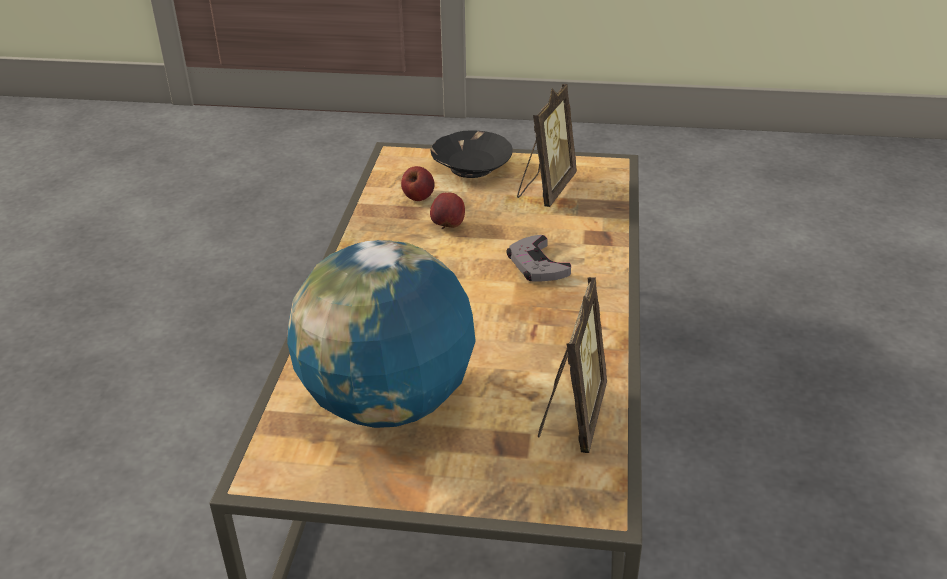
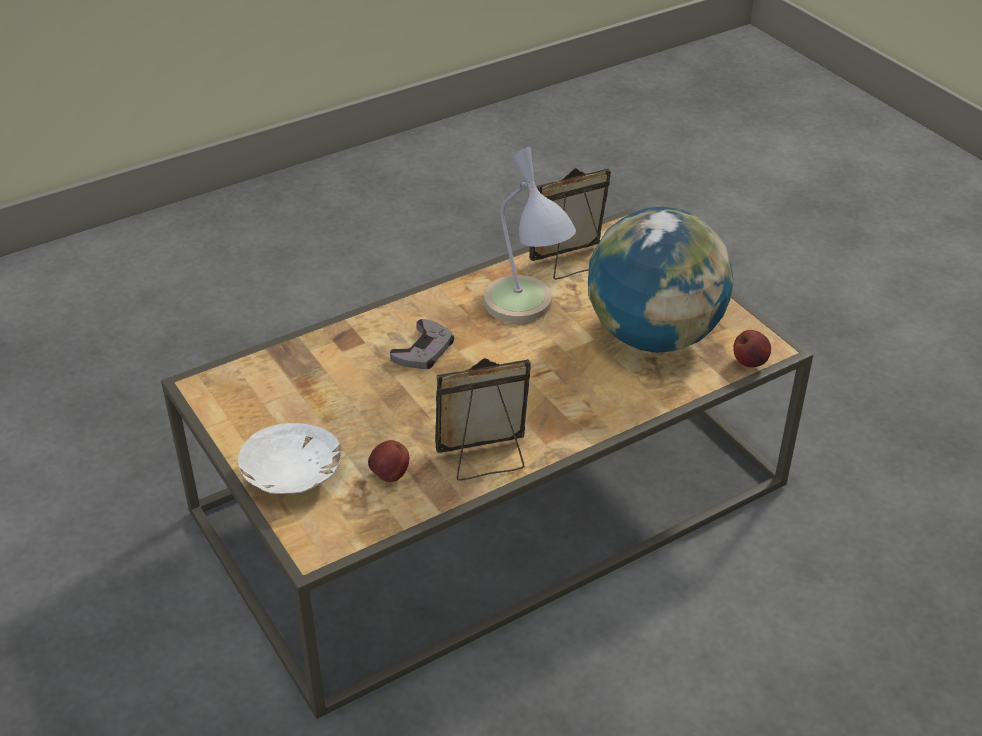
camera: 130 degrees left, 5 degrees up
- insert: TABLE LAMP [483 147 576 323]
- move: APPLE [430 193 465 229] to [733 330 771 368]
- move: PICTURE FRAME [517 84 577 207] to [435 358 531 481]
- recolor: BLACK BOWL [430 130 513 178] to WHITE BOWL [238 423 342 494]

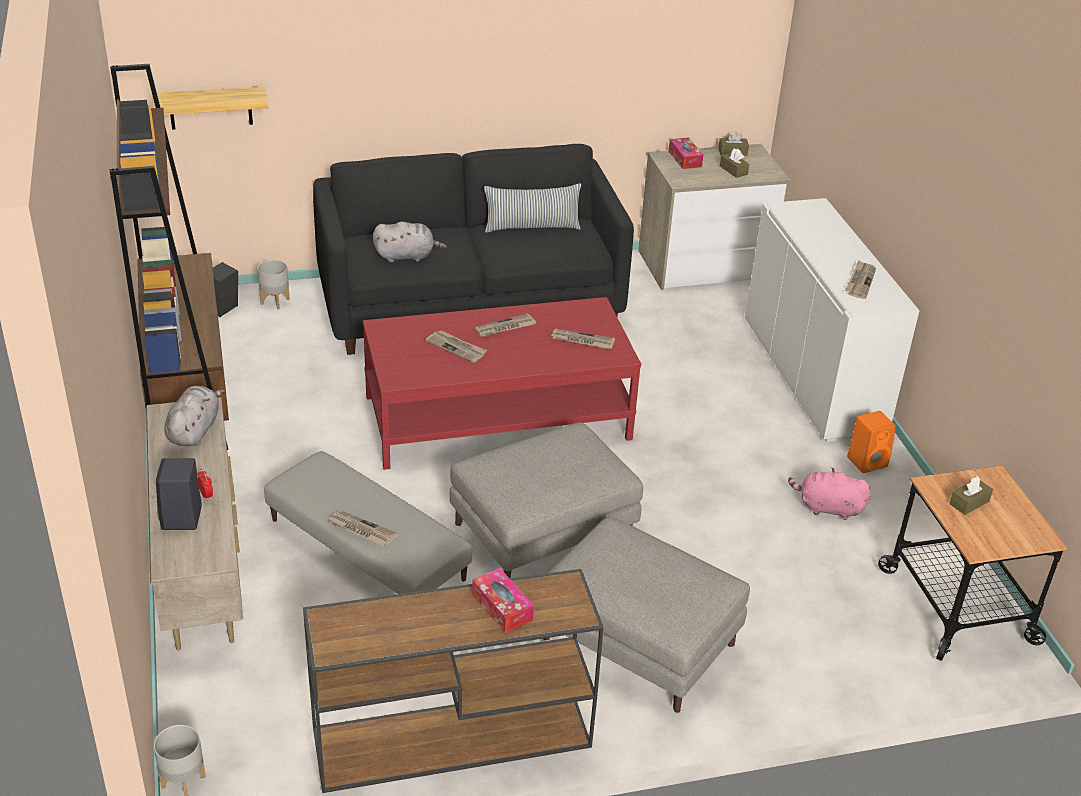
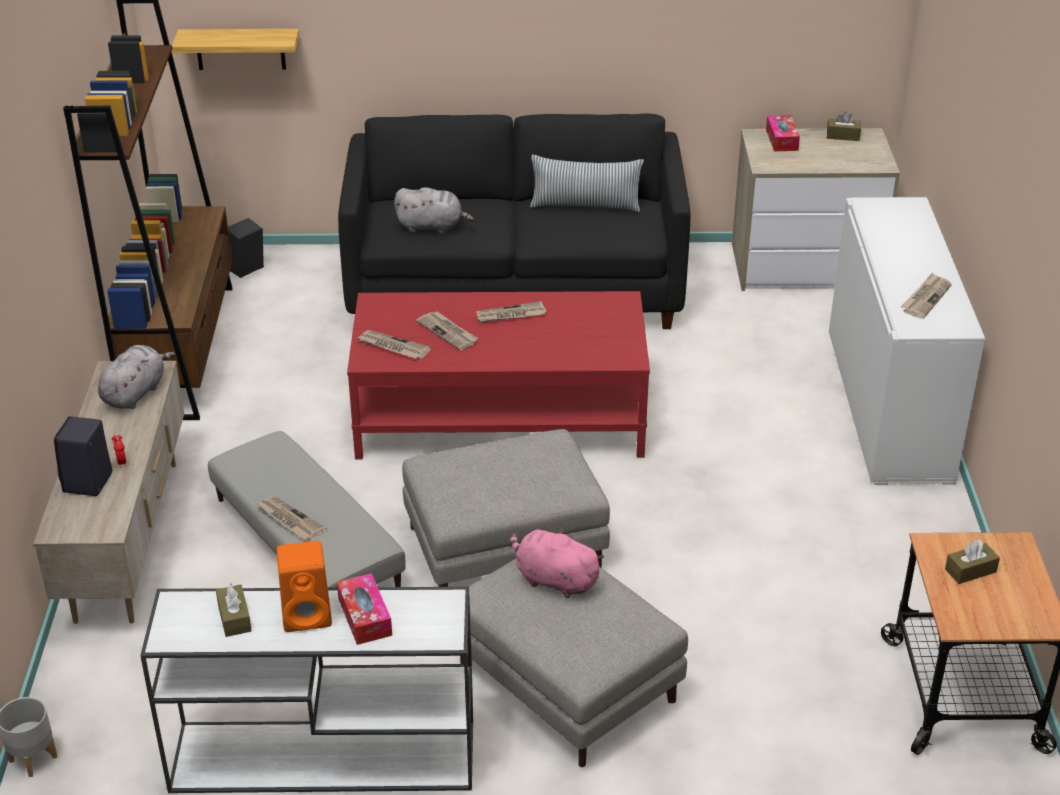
camera: 15 degrees right, 0 degrees up
- delete: GREY PLANTER [257 260 290 309]
- move: NEWSPAPER [550 329 615 349] to [357 330 431 359]
- move: BROWN TISSUE BOX [720 148 749 178] to [216 584 252 637]
- move: PINK PLUSH TOY [788 468 870 520] to [510 527 604 598]
- move: ORANGE SPEAKER [847 411 896 473] to [277 541 332 632]
- recolor: BROWN CONSOLE TABLE [303 569 604 793] to WHITE CONSOLE TABLE [140 587 473 793]

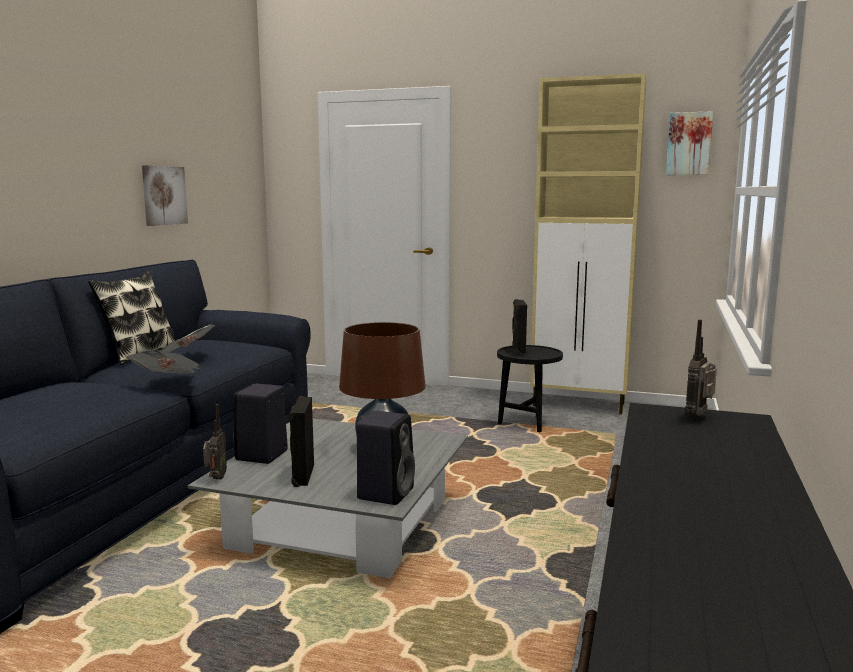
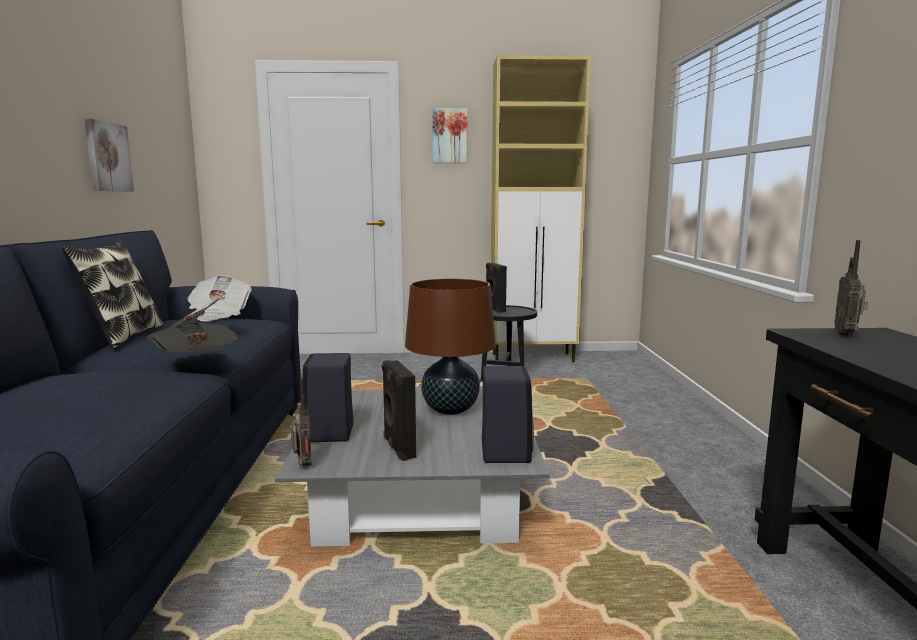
camera: 20 degrees left, 0 degrees up
- insert: NEWSPAPER [187 275 252 321]
- move: PICTURE [666 111 713 175] to [432 108 468 163]

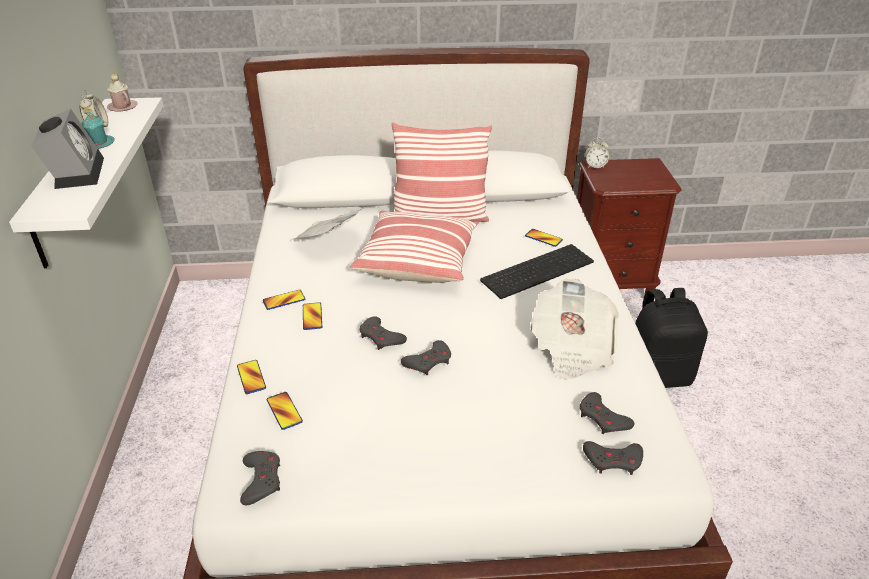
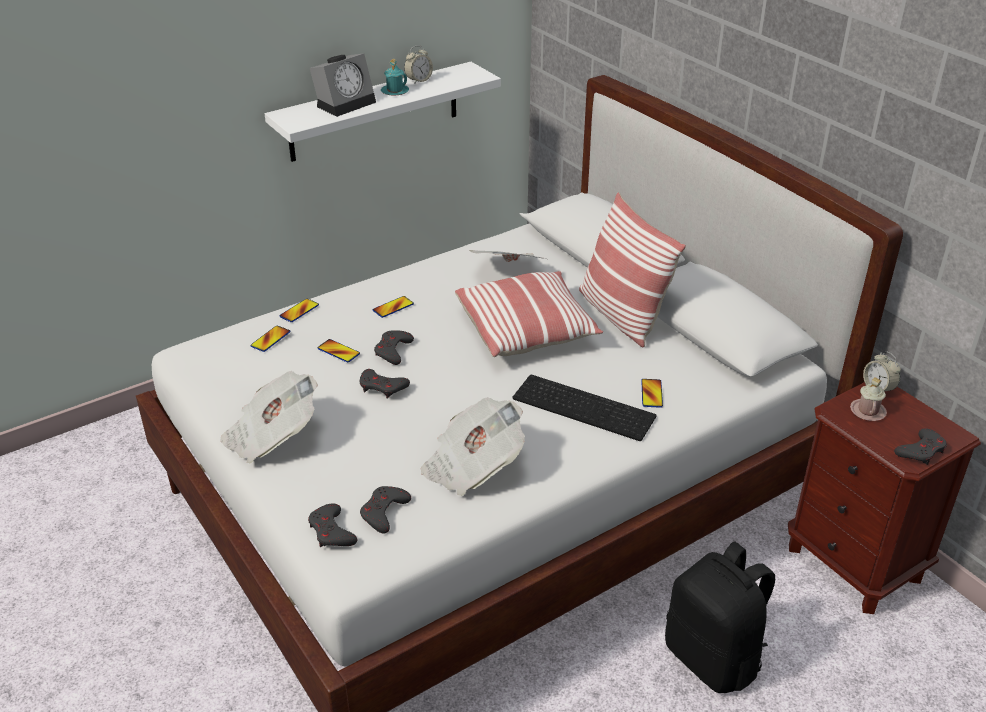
camera: 60 degrees right, 0 degrees up
- insert: NEWSPAPER [220 371 318 464]
- move: PINK MUG [107 74 138 111] to [850 377 887 421]
- move: GREY GAME CONTROLLER [240 451 280 505] to [894 428 947 465]
- move: PHONE [263 290 305 310] to [317 339 360 362]

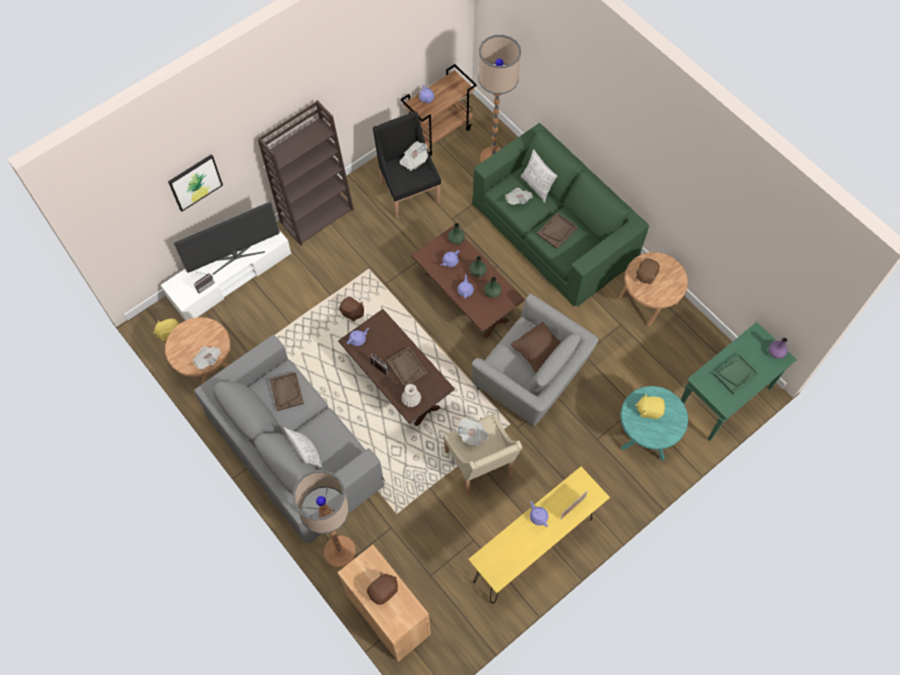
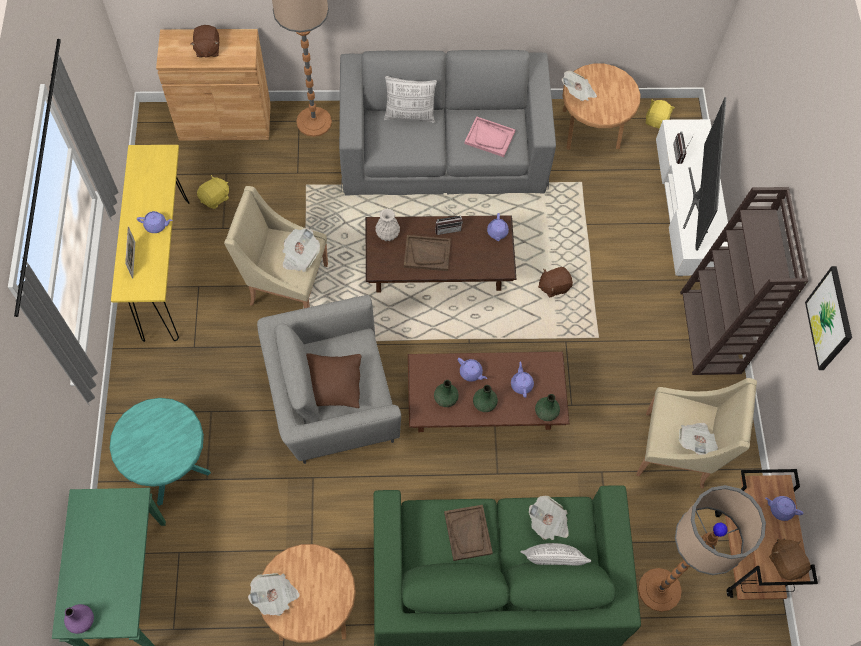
camera: 125 degrees right, 0 degrees up
- delete: GREEN TRAY [713 353 759 394]
- insert: NEWSPAPER [248 573 300 616]
- move: PICTURE [168 154 223 212] to [805 266 852 370]
- move: YELLOW PLUSH TOY [635 393 665 419] to [197 175 229 209]
- move: BROWN PLUSH TOY [636 258 660 284] to [769 539 811 580]
- recolor: BROWN TRAY [269 372 304 411] to PINK TRAY [465 116 515 157]
- recolor: BLACK ARMCHAIR [373 111 441 218] to BEIGE ARMCHAIR [636 378 757 489]

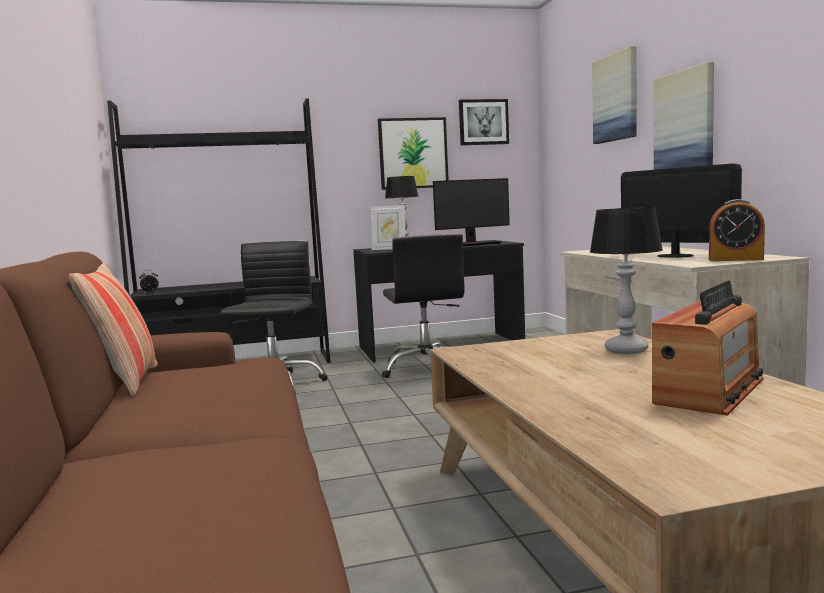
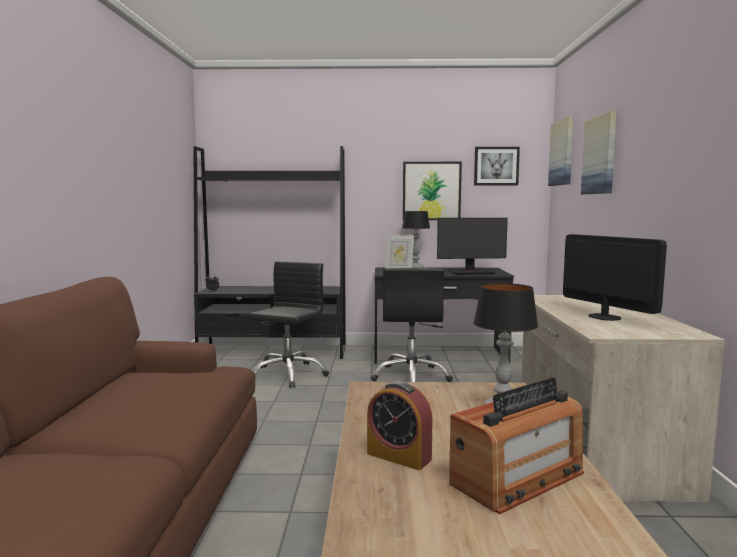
camera: 15 degrees right, 0 degrees up
- delete: PILLOW [69 263 158 396]
- move: PICTURE [654 62 714 170] to [548 117 574 186]
- move: ALARM CLOCK [709 199 765 261] to [367 381 433 470]

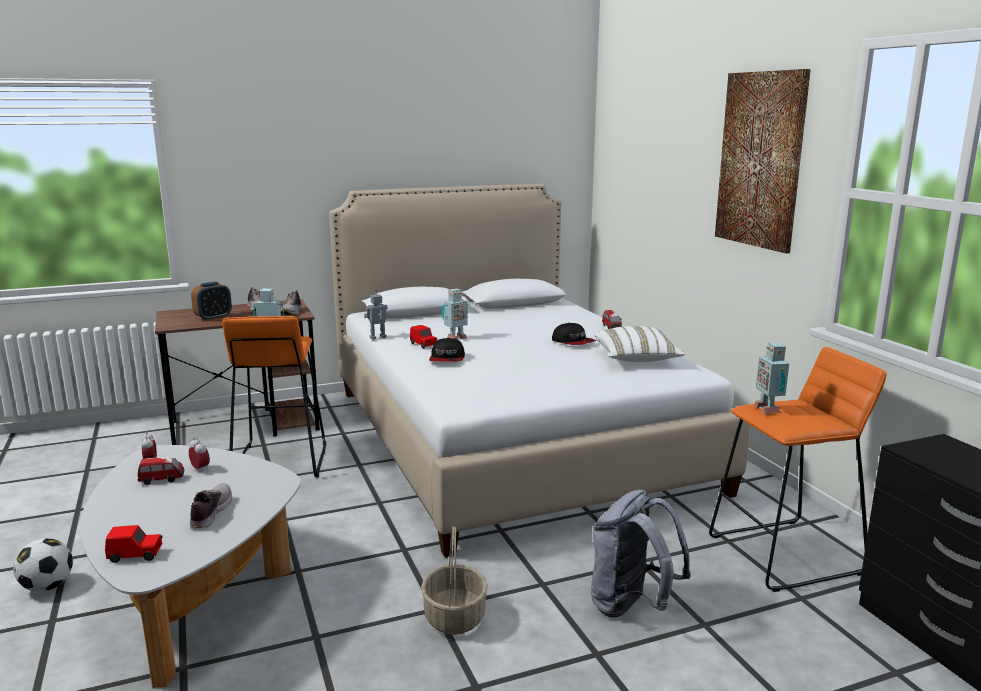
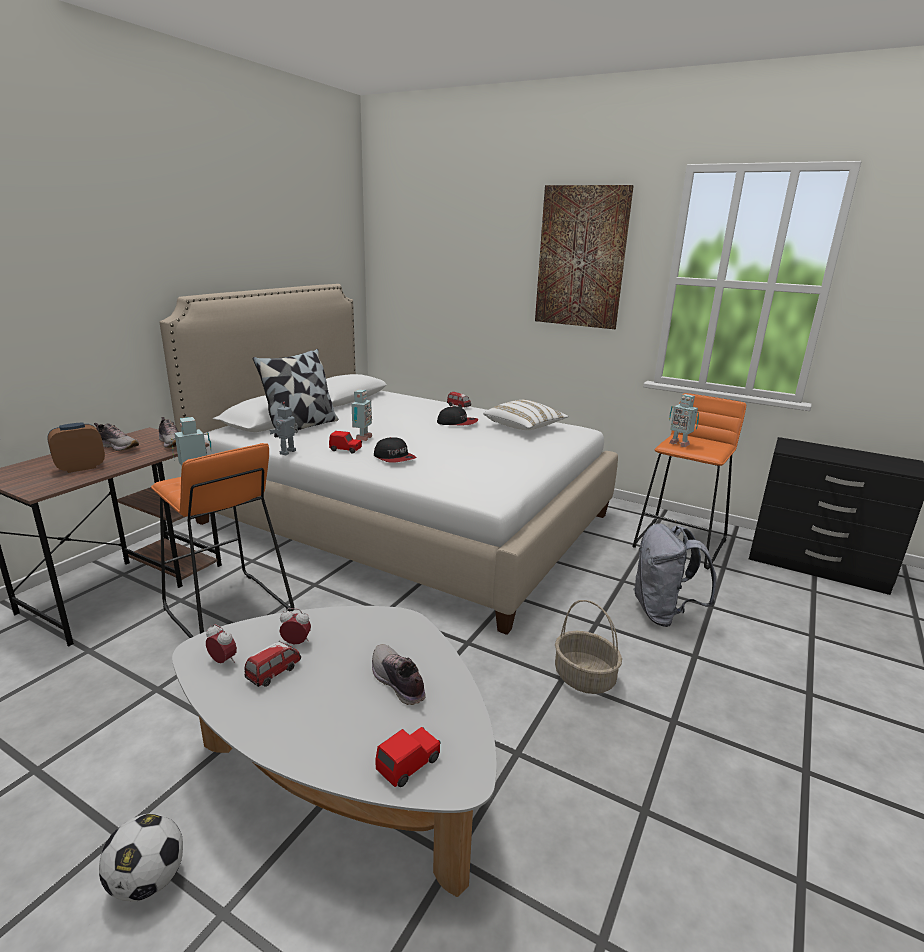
camera: 40 degrees left, 5 degrees up
- insert: PILLOW [253 349 338 437]
- rotate: ALARM CLOCK [191 282 232 321] = [47 422 105 473] 135 degrees counterclockwise

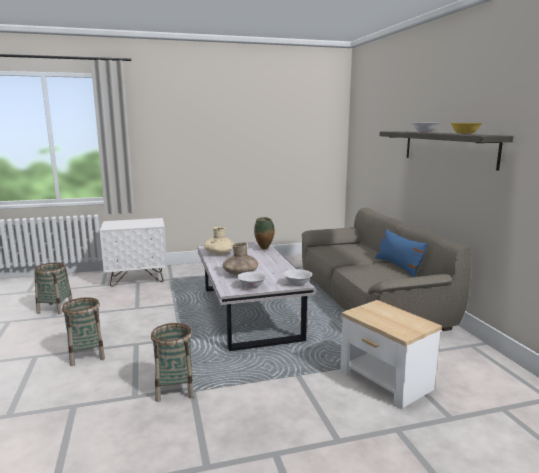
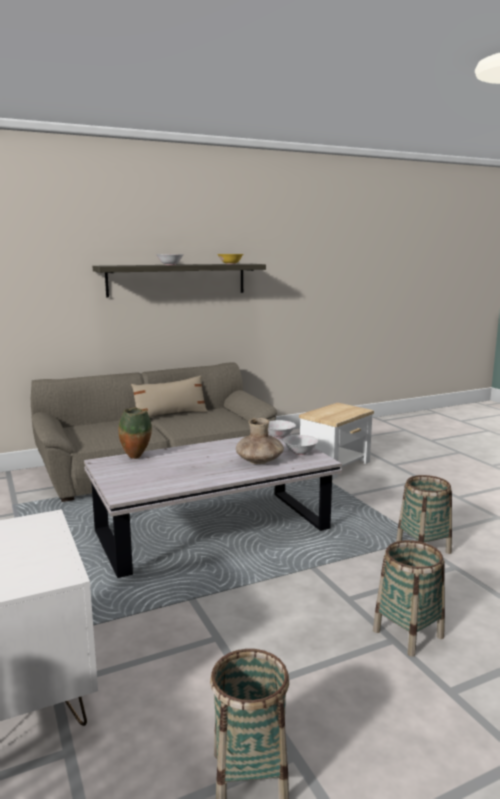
camera: 100 degrees left, 0 degrees up
- delete: BEIGE VASE [204 227 234 255]
- recolor: BLUE PILLOW [375 229 428 277] to BEIGE PILLOW [131 375 208 418]

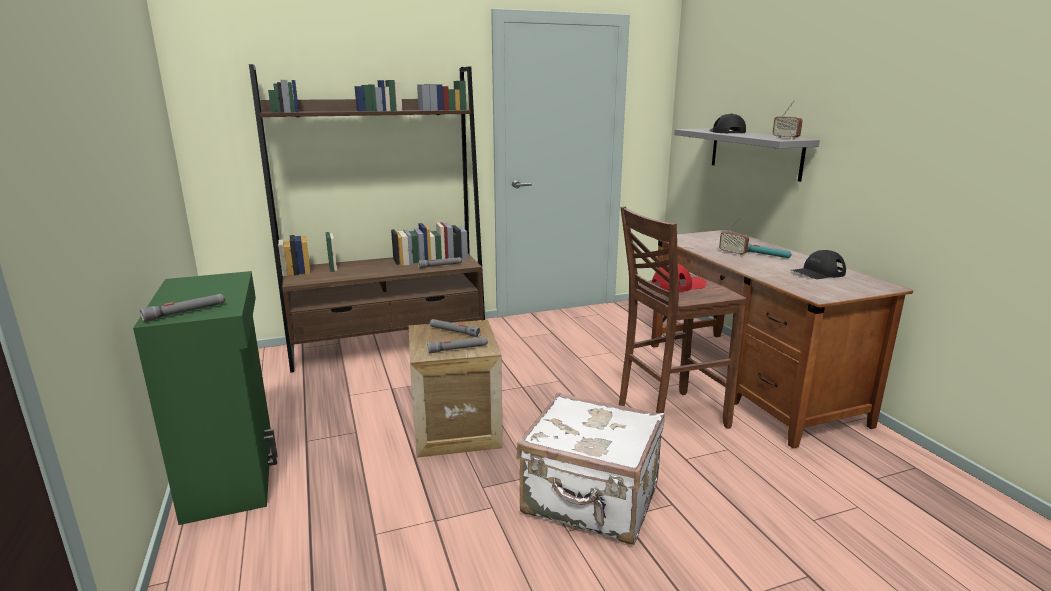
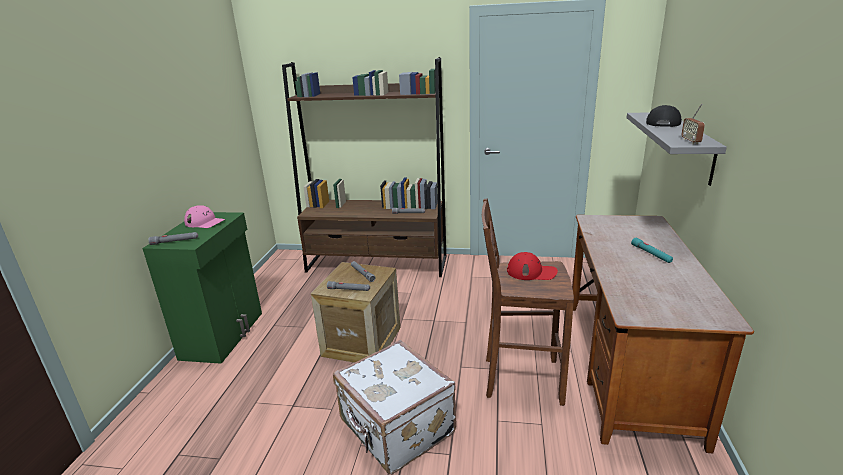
camera: 30 degrees right, 5 degrees up
- delete: RADIO [719 219 749 256]
- delete: BLACK CAP [792 250 846 279]
- insert: PINK CAP [184 205 225 228]

